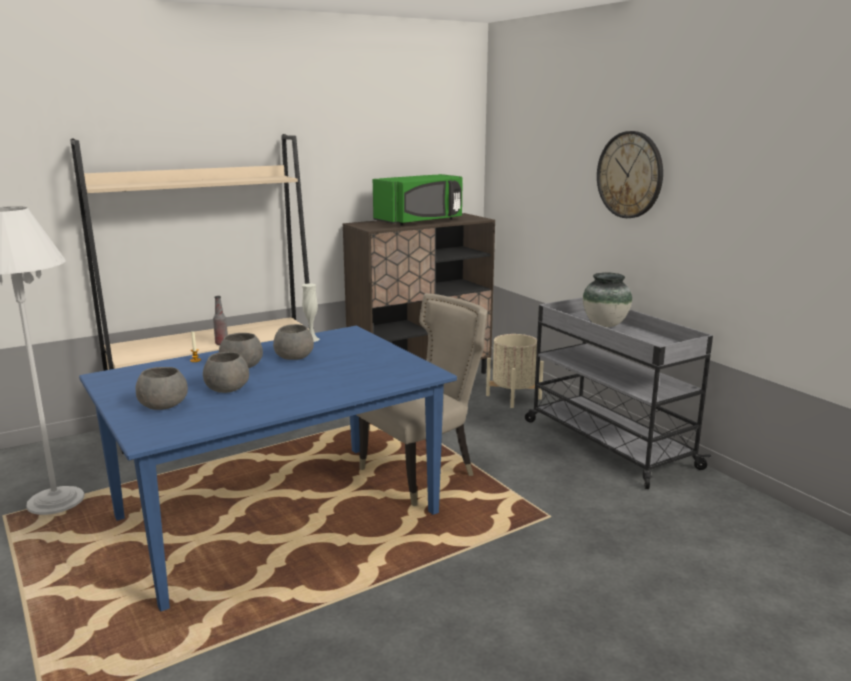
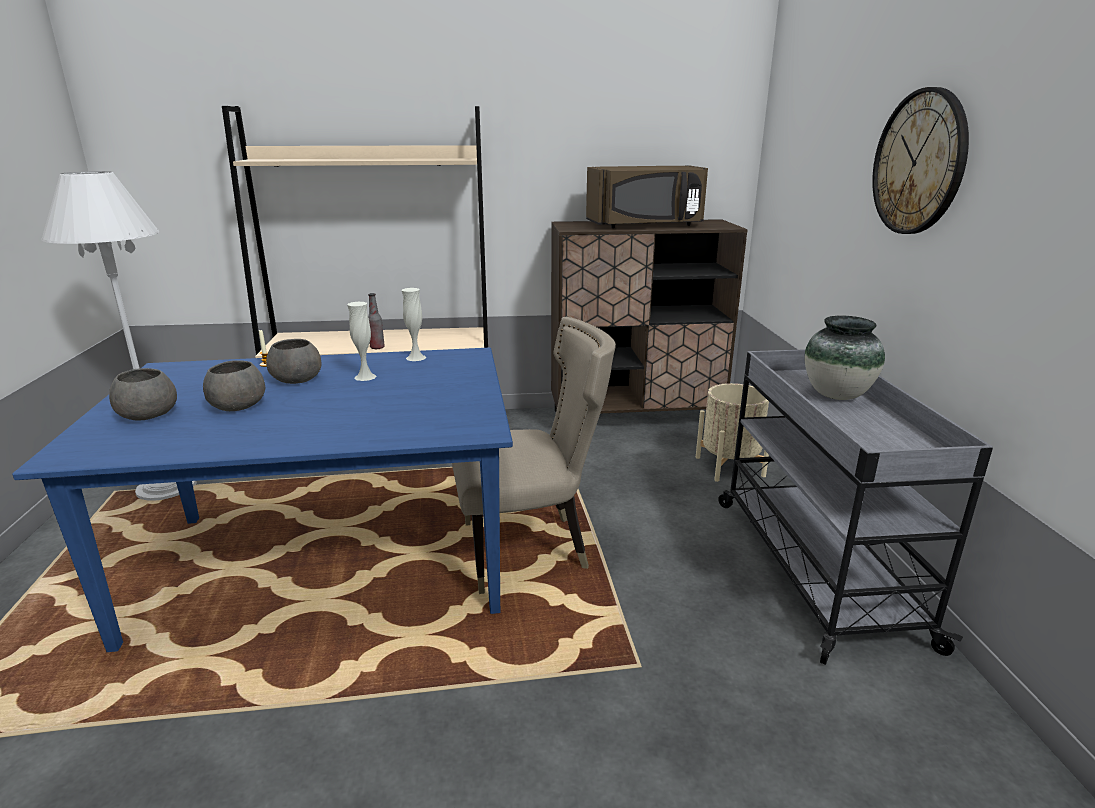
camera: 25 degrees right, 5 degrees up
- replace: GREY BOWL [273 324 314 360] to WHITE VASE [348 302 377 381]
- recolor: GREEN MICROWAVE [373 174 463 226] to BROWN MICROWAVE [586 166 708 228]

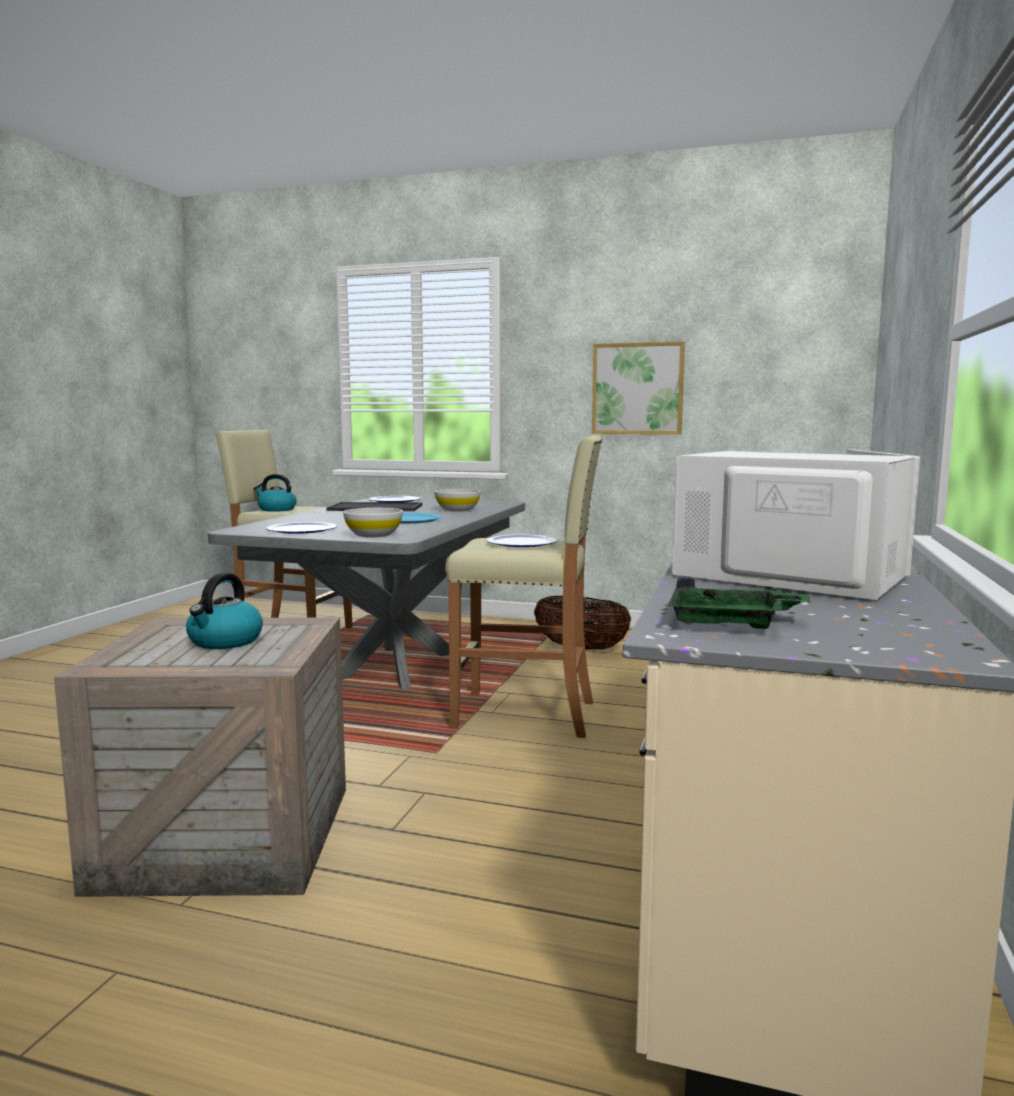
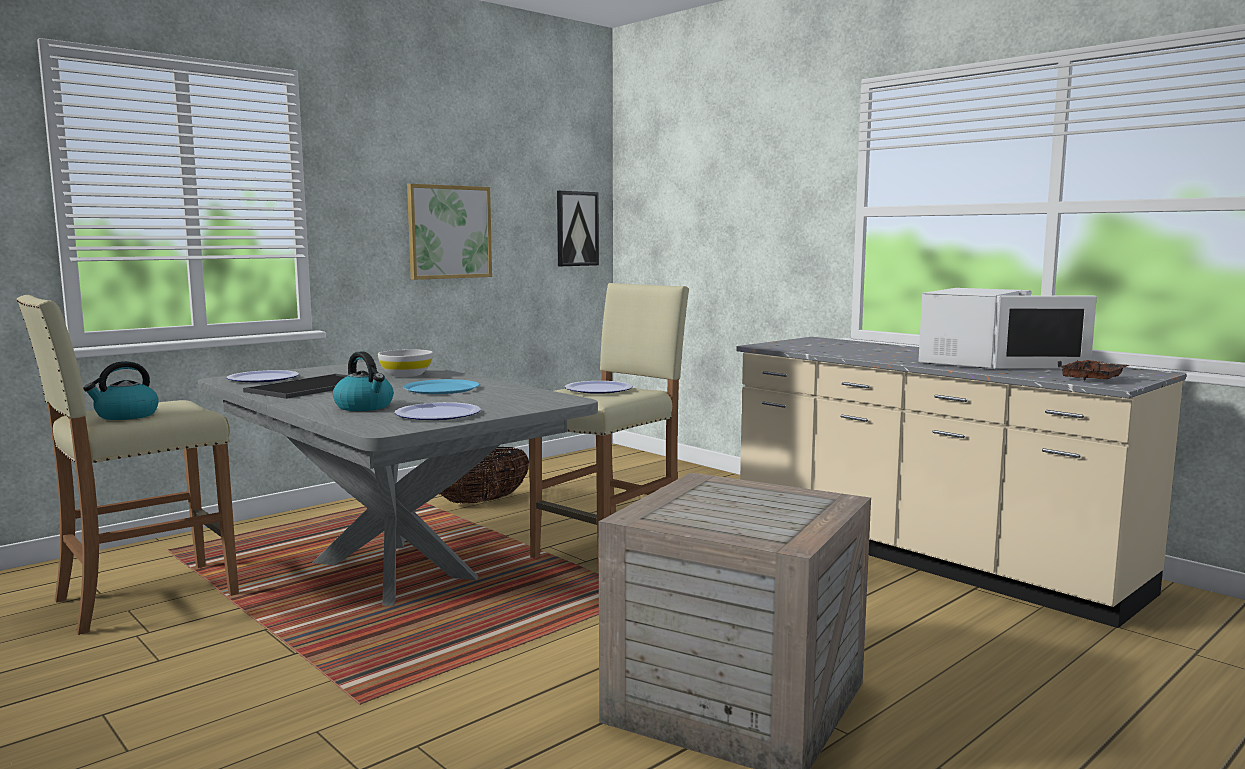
camera: 60 degrees left, 0 degrees up
- delete: WHITE BOWL [343 508 403 538]
- insert: PICTURE [557 191 599 266]
- move: KETTLE [186 573 263 649] to [333 351 394 411]
- recolor: GREEN TRAY [667 577 810 629] to BROWN TRAY [1058 360 1129 380]
- rotate: WHITE MICROWAVE [672 450 920 600] = [918 288 1097 369] 150 degrees clockwise

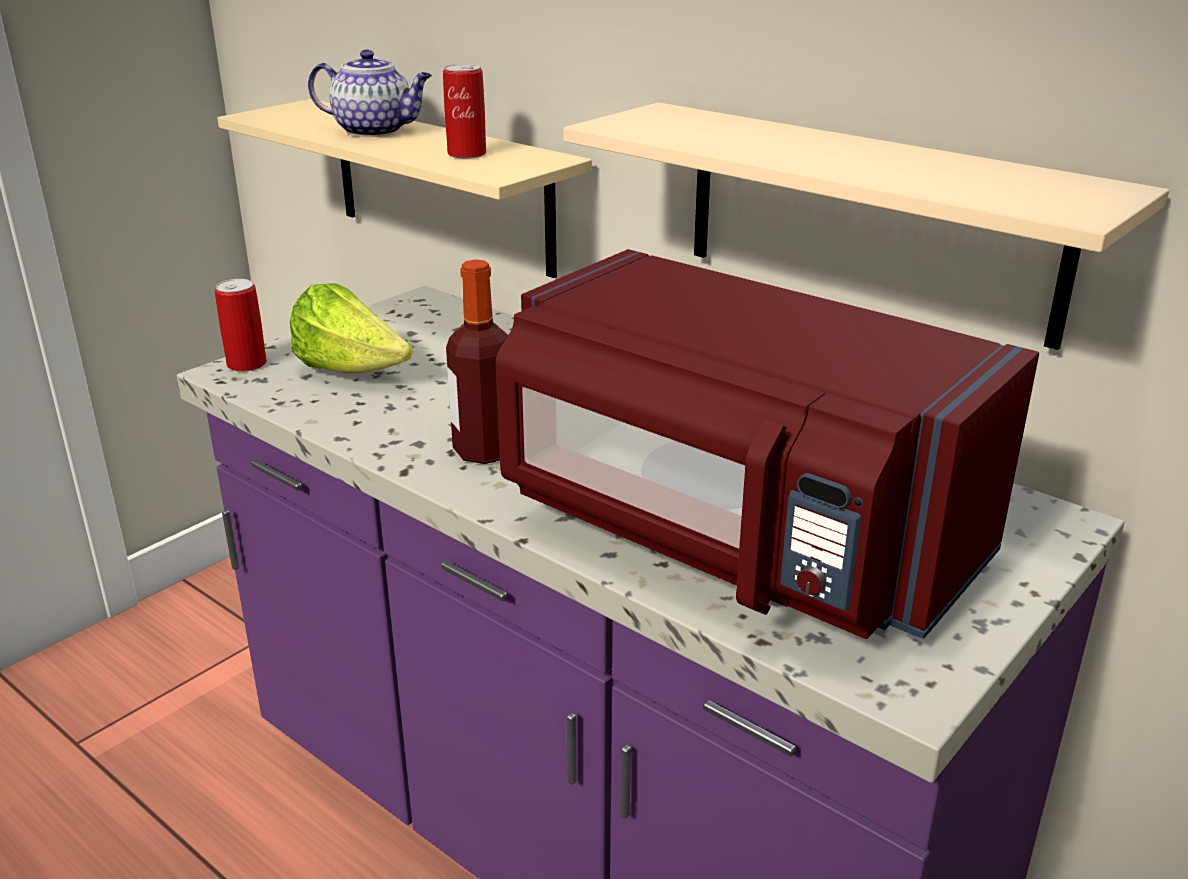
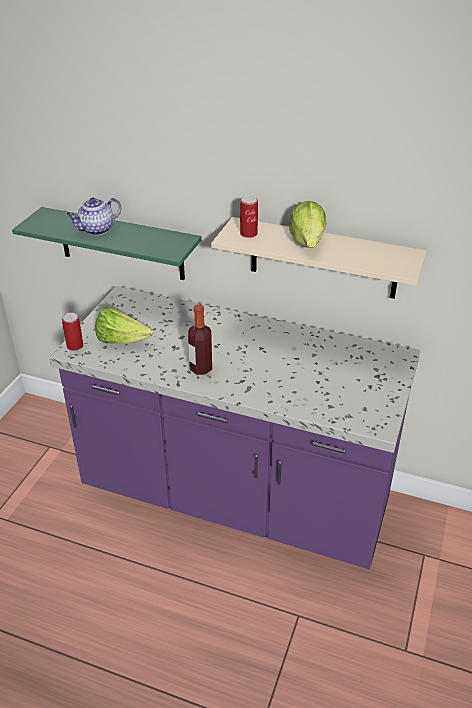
camera: 20 degrees left, 10 degrees up
- delete: RED MICROWAVE [496 249 1039 639]
- insert: LETTUCE [289 201 326 248]
- move: CAN [443 64 486 159] to [240 196 258 238]
- recolor: BEIGE SHELF [217 99 592 278] to GREEN SHELF [12 207 201 280]
- rotate: TEAPOT [308 49 432 137] = [66 198 121 235] 150 degrees clockwise

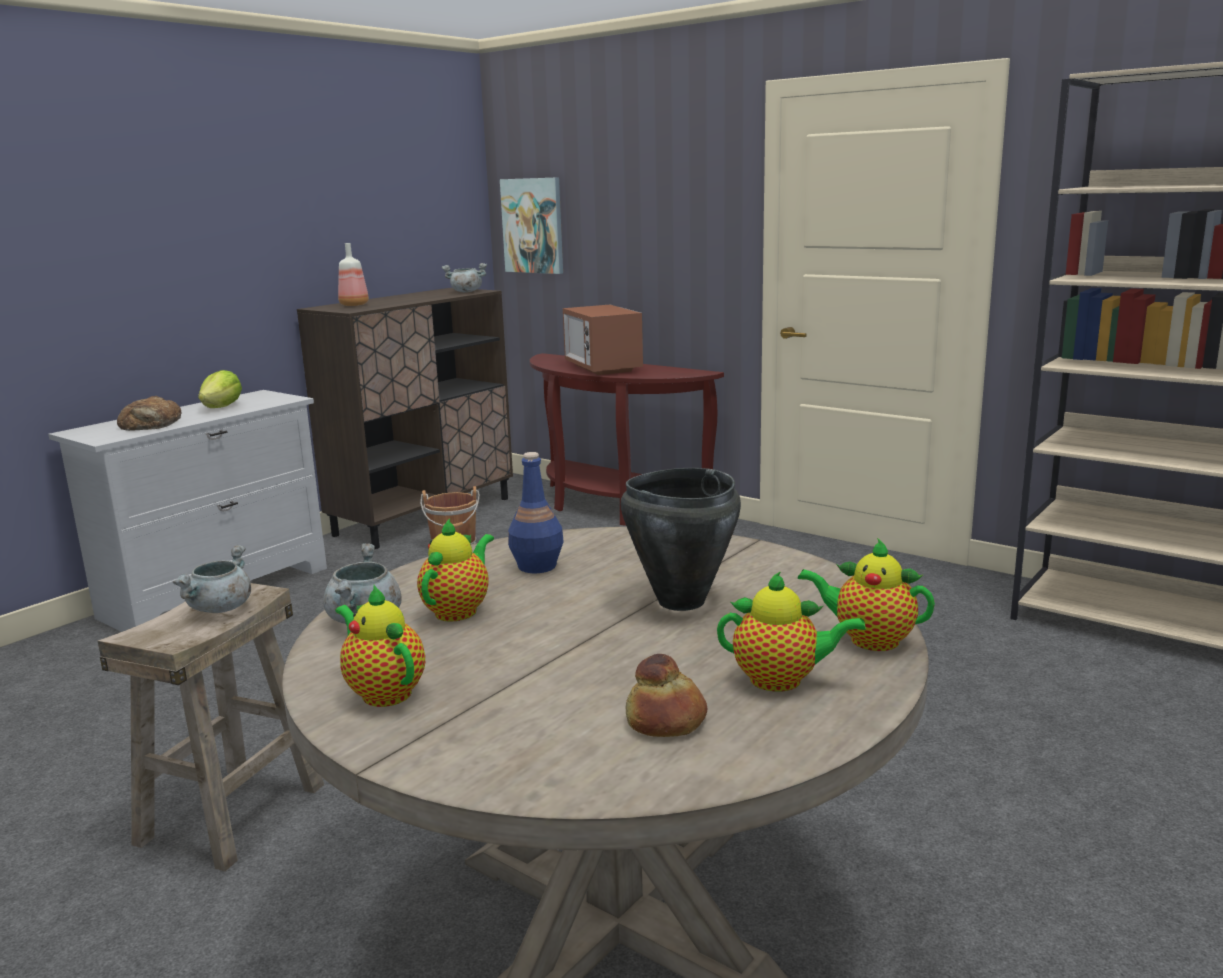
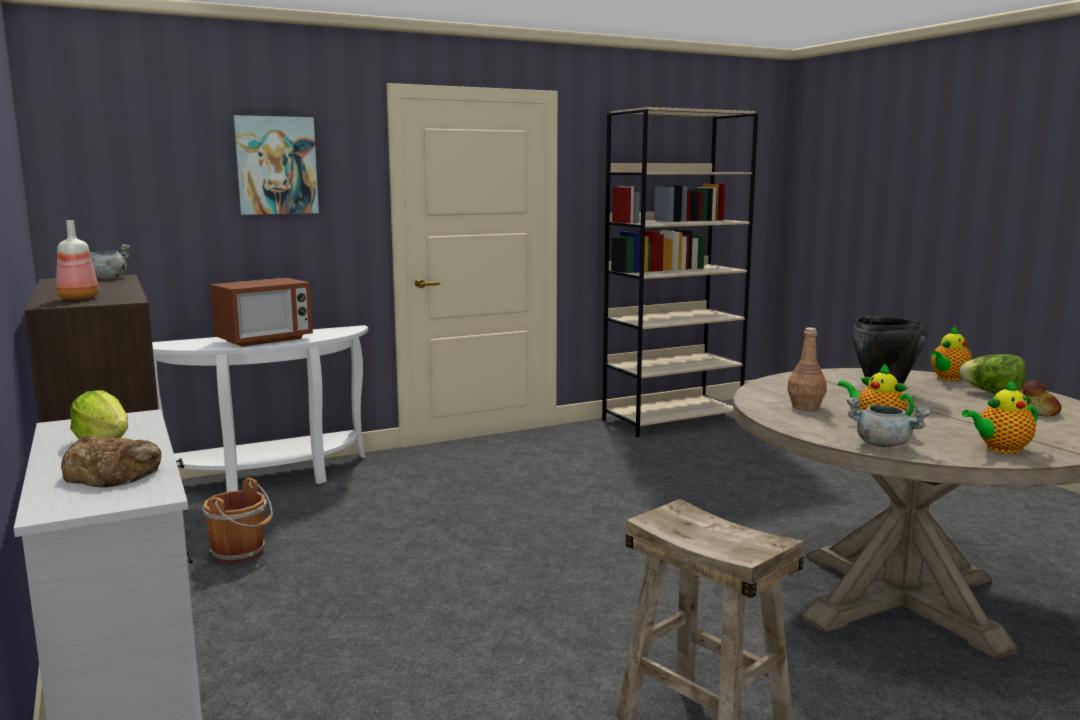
camera: 65 degrees left, 5 degrees down
- delete: GREY COOKING POT [172 545 251 613]
- move: PICTURE [500 177 563 274] to [233 115 319 215]
- replace: TEAPOT [717 571 866 692] to LETTUCE [960 354 1026 394]
- recolor: BLUE BOTTLE [508 452 564 573] to BROWN BOTTLE [787 328 827 410]
- recolor: BROWN CONSOLE TABLE [530 353 724 526] to WHITE CONSOLE TABLE [152 325 368 492]
- rotate: MICROWAVE [563 305 643 375] = [210 278 313 347] 45 degrees counterclockwise

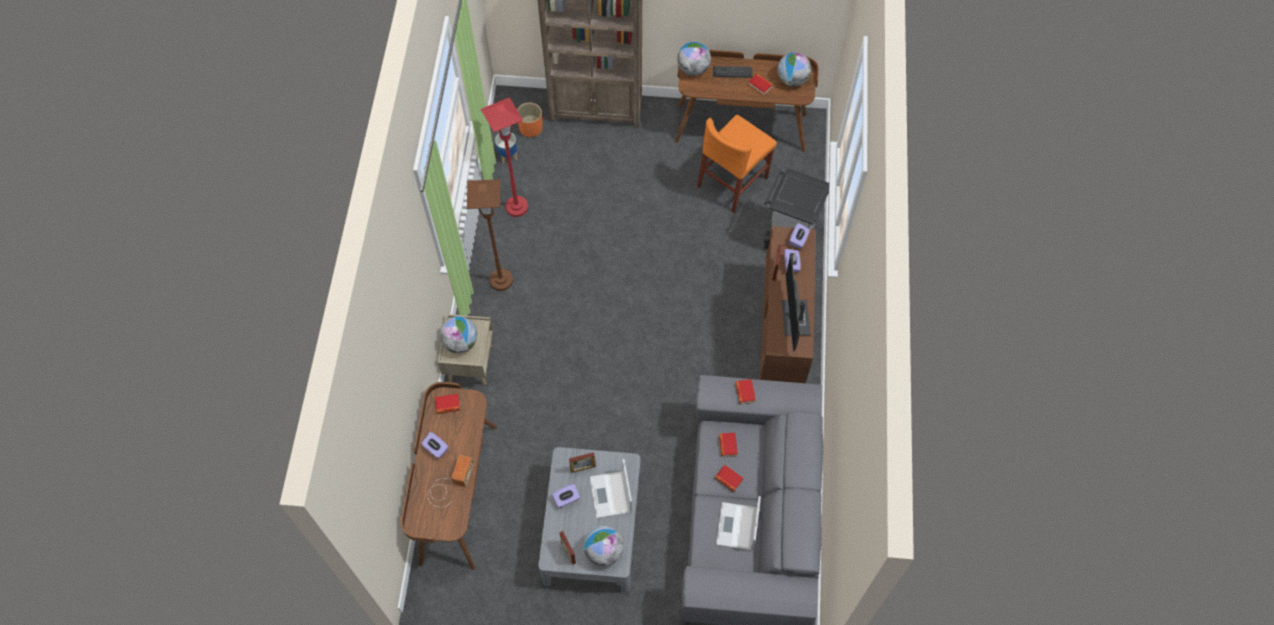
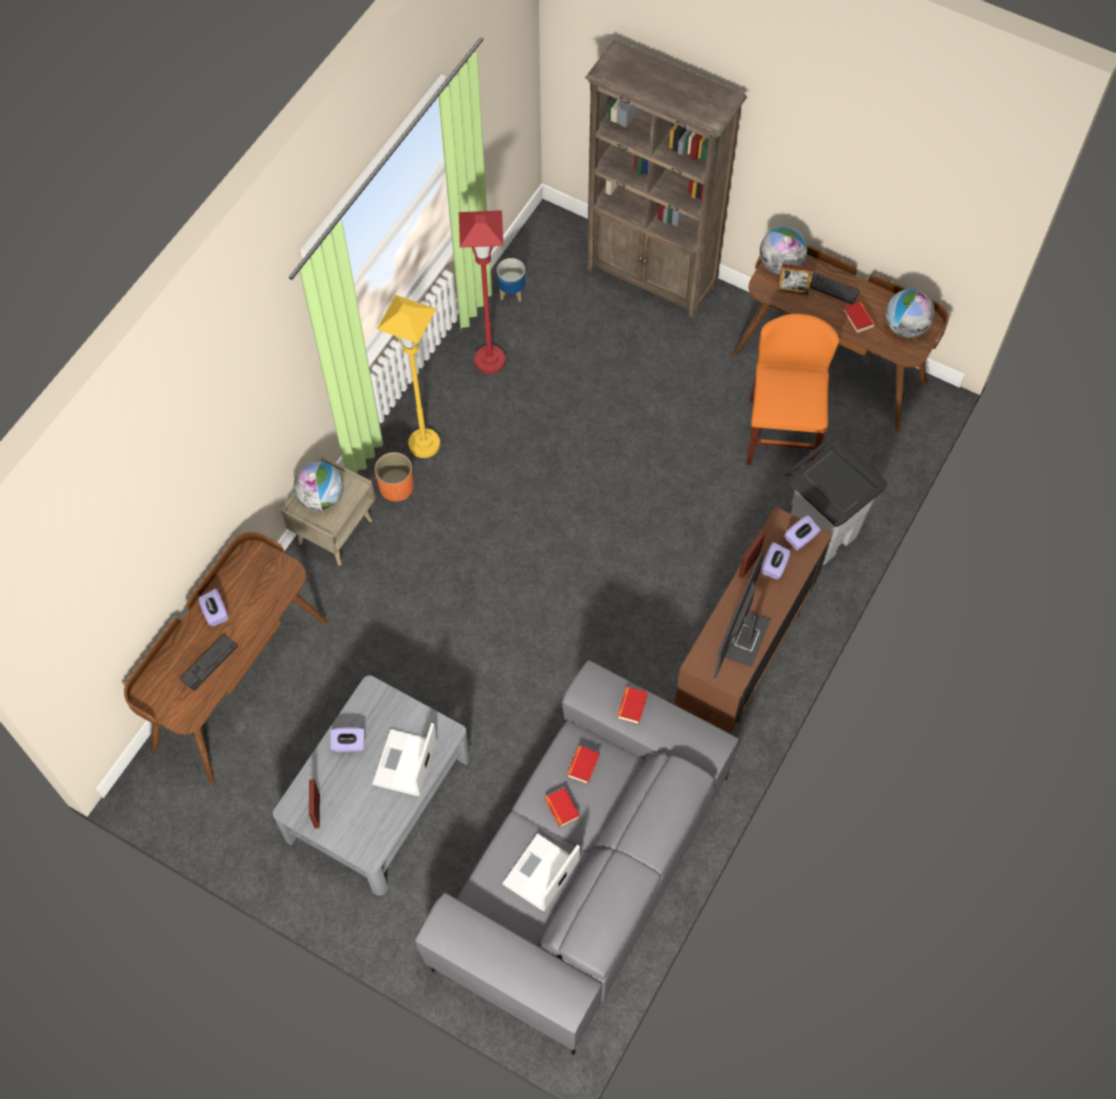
camera: 25 degrees right, 0 degrees up
- delete: BOOK [435 394 460 414]
- delete: GLOBE [584 526 624 567]
- move: ORANGE PLANTER [517 102 543 137] to [374 452 414 501]
- move: PICTURE FRAME [569 452 596 473] to [777 264 814 295]
- replace: RADIO [427 455 474 507] to KEYBOARD [180 634 238 691]
- recolor: BROWN FLOOR LAMP [467 179 513 291] to YELLOW FLOOR LAMP [377 295 440 458]
- rotate: ORANGE CHAIR [697 115 777 213] = [747 314 839 465] 120 degrees clockwise

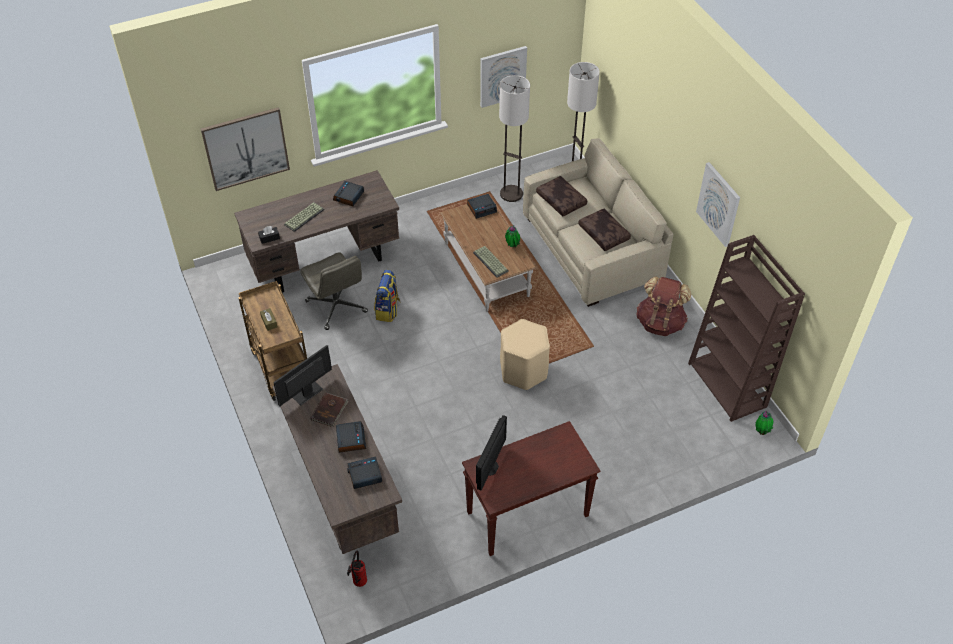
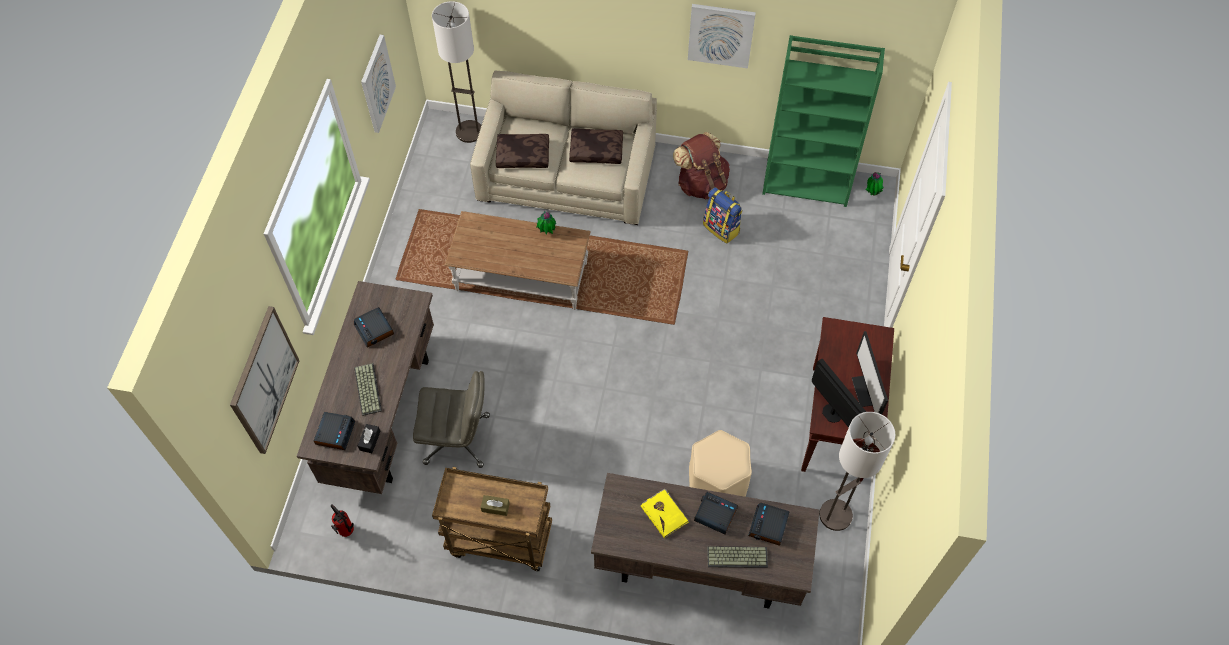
camera: 55 degrees left, 10 degrees up
- move: MONITOR [273 345 332 406] to [852 331 888 414]
- move: FIRE EXTINGUISHER [347 551 367 587] to [331 505 354 537]
- move: BACKPACK [374 270 401 322] to [703 187 743 243]
- move: ALARM CLOCK [467 194 497 219] to [314 412 355 450]
- move: KEYBOARD [473 246 509 278] to [707 546 768 568]
- move: FLOOR LAMP [499 75 530 202] to [819 412 895 531]
- move: BEIGE STOOL [500 319 550 390] to [689 430 752 497]
- recolor: BROWN BOOK [311 393 349 427] to YELLOW BOOK [641 488 689 538]
- recolor: BROWN BOOKCASE [688 235 805 422] to GREEN BOOKCASE [762 35 885 207]

